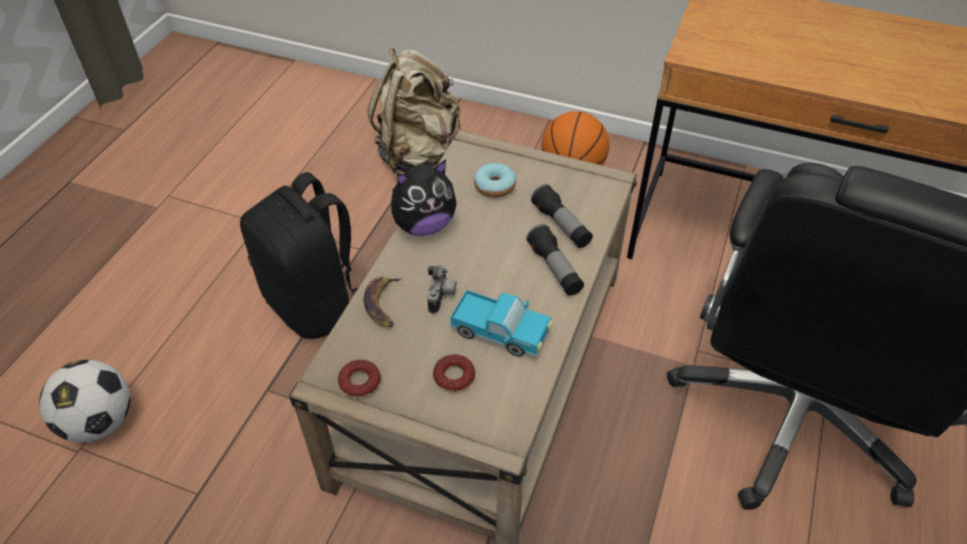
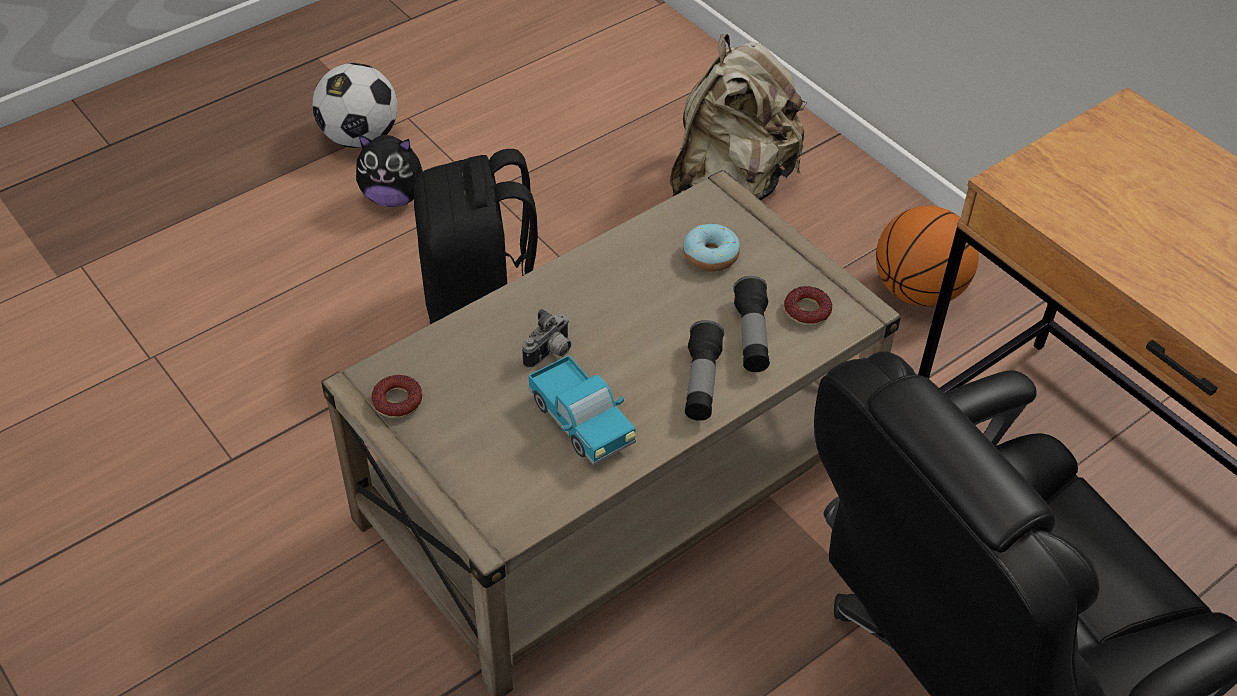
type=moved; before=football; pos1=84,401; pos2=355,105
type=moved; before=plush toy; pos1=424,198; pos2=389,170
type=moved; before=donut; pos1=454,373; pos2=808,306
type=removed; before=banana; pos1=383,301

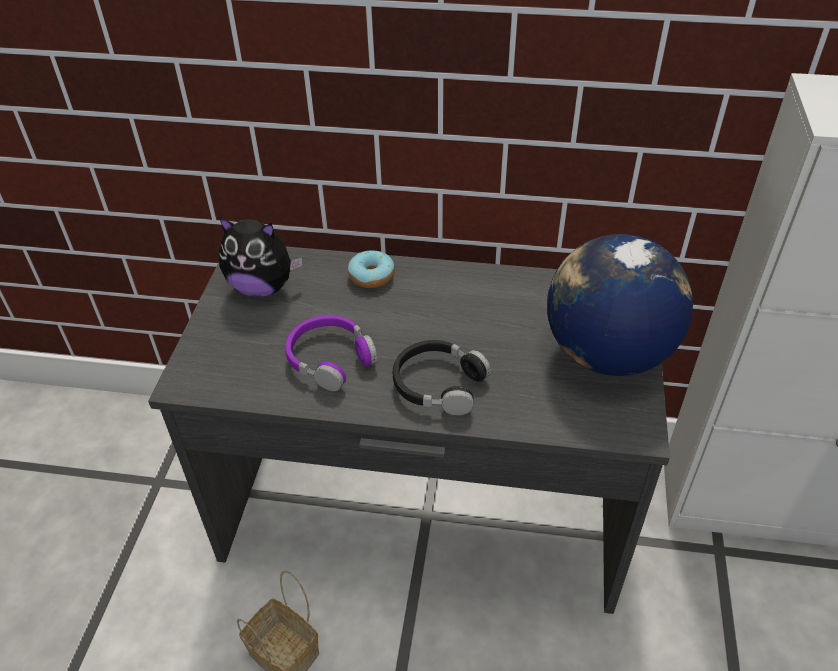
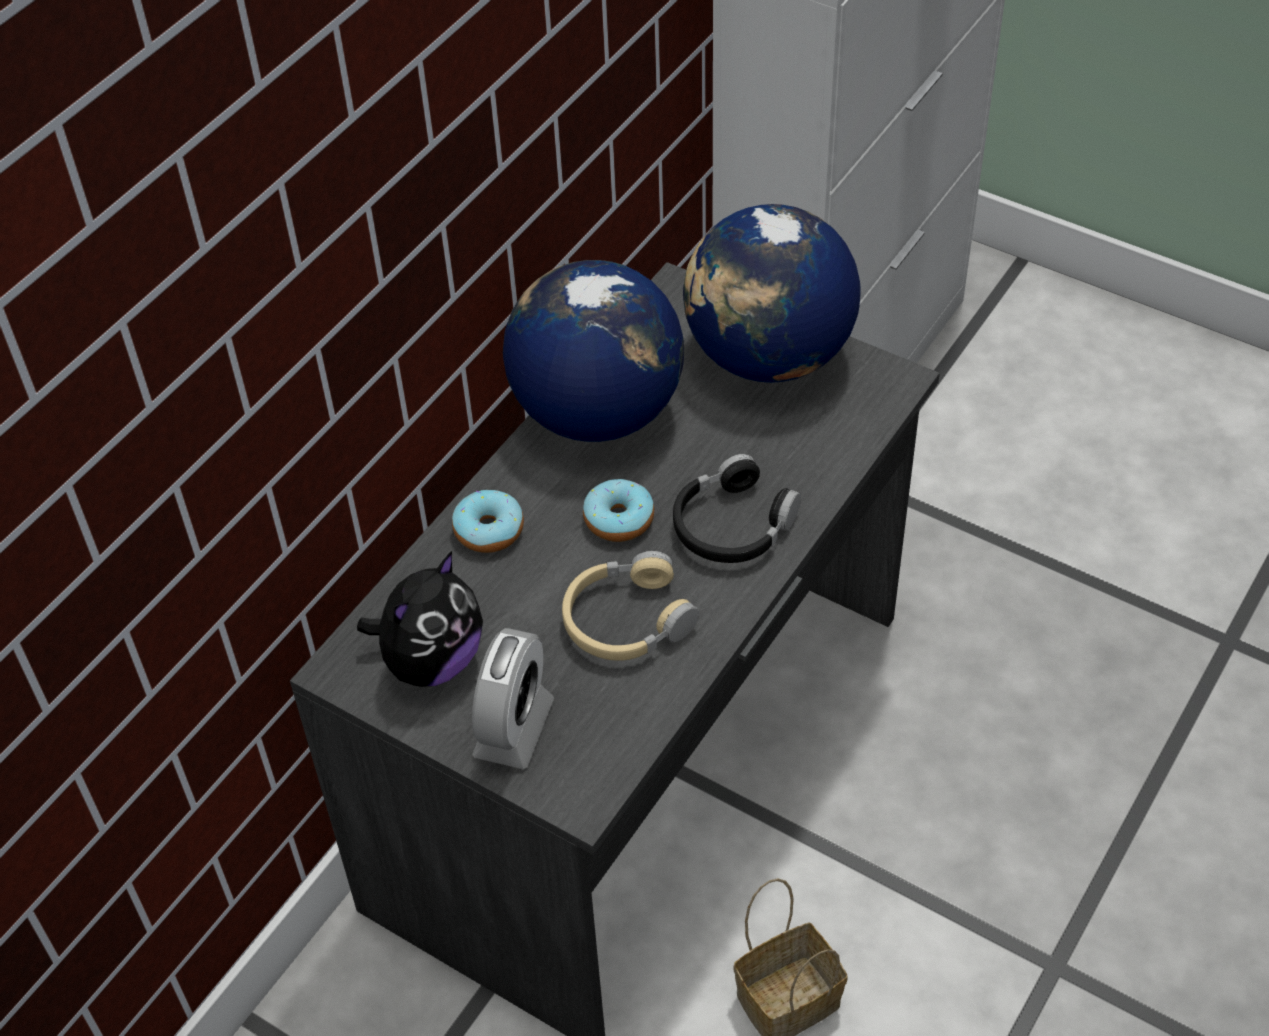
type=added; after=alarm clock; pos2=513,698
type=added; after=globe; pos2=593,351
type=recoloured; before=purple headphones; after=beige headphones; pos1=331,353; pos2=630,606
type=added; after=donut; pos2=618,510

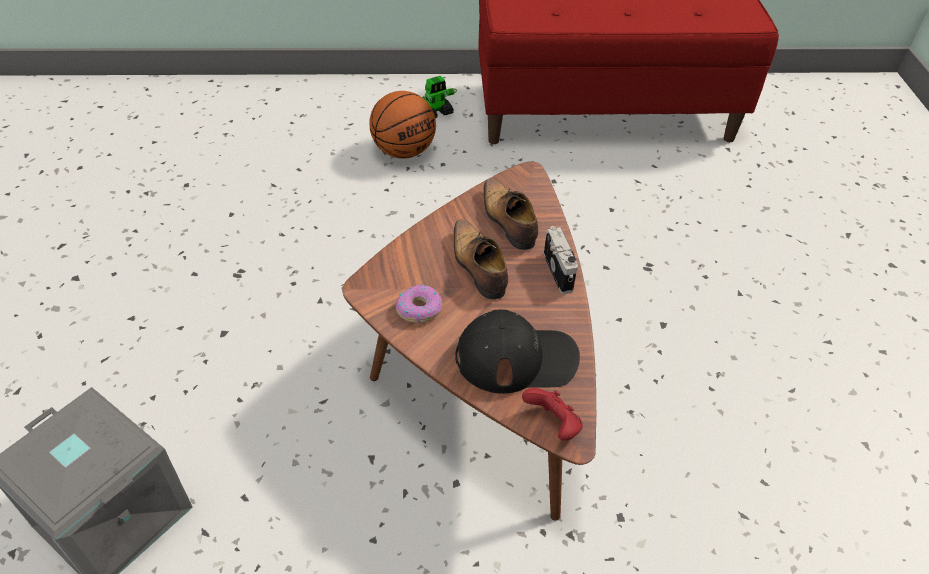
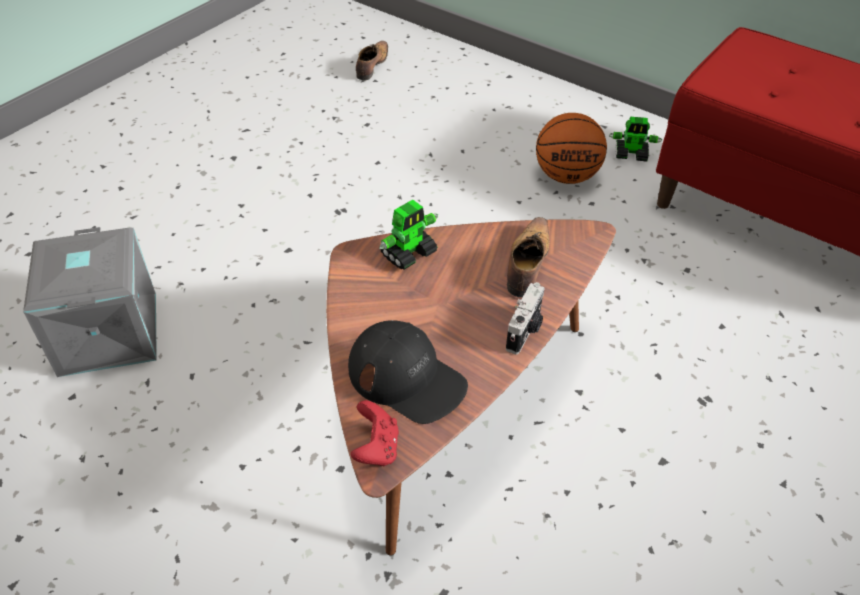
type=moved; before=shoe; pos1=480,260; pos2=372,60
type=added; after=toy robot; pos2=408,235
type=removed; before=donut; pos1=419,304

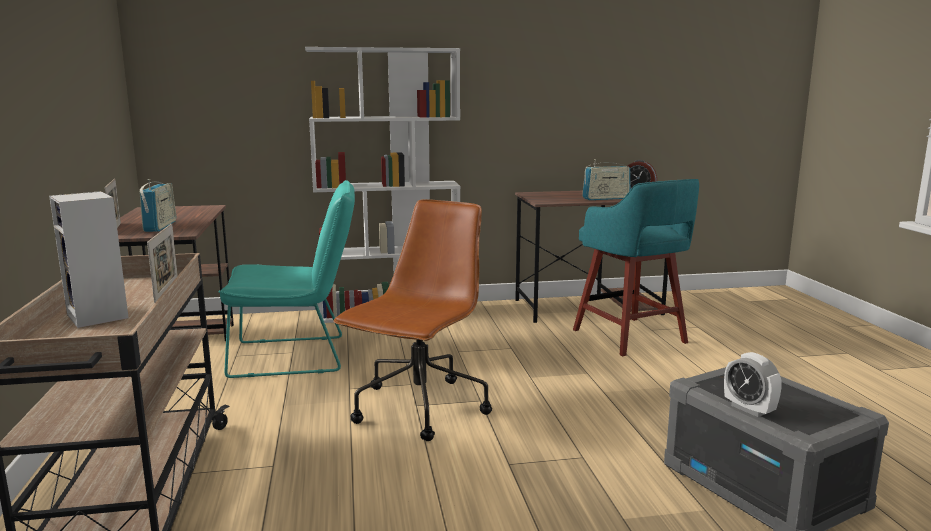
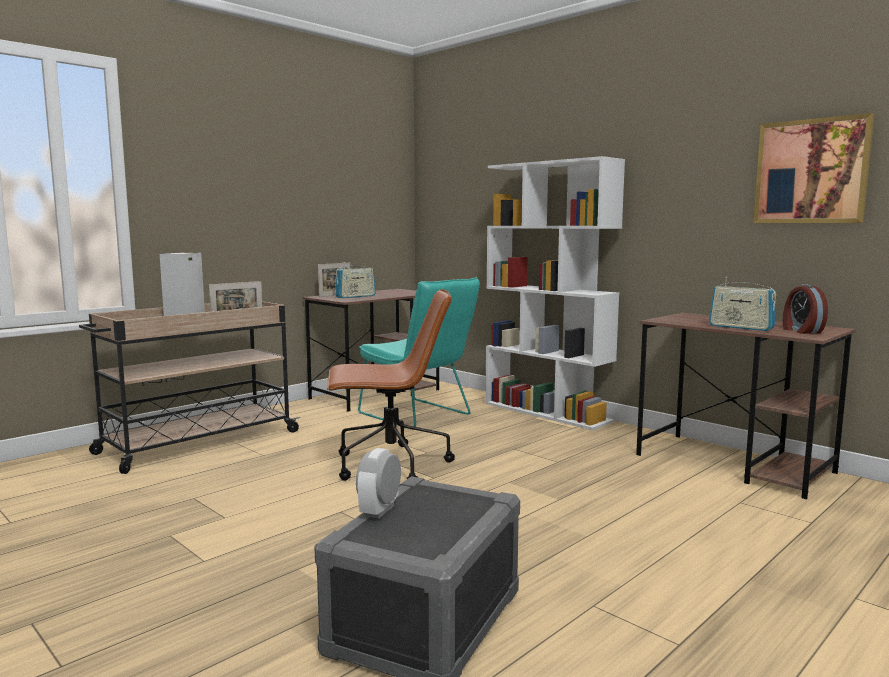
type=added; after=picture; pos2=813,168
type=removed; before=turquoise stool; pos1=636,267

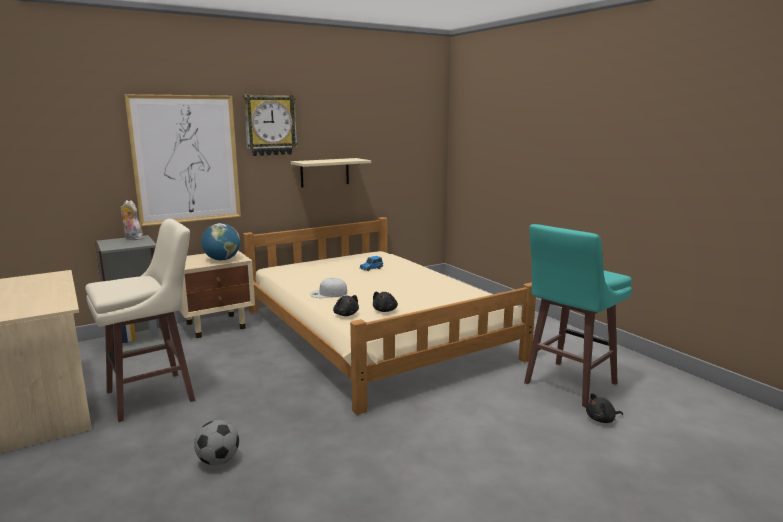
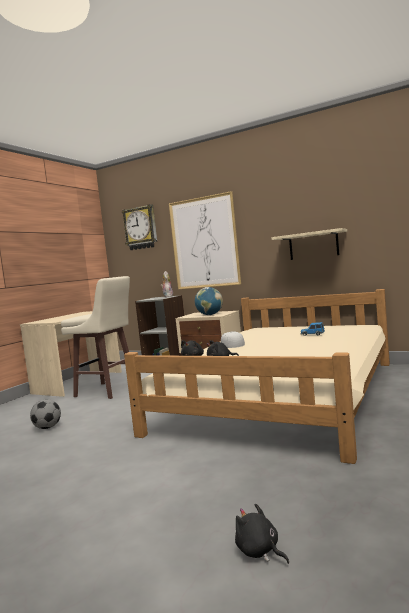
type=moved; before=wall clock; pos1=270,125; pos2=139,227
type=removed; before=turquoise stool; pos1=578,315

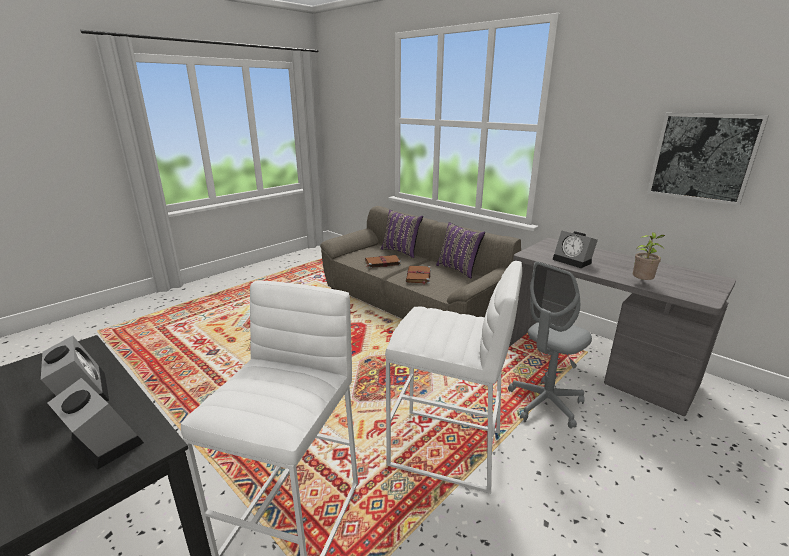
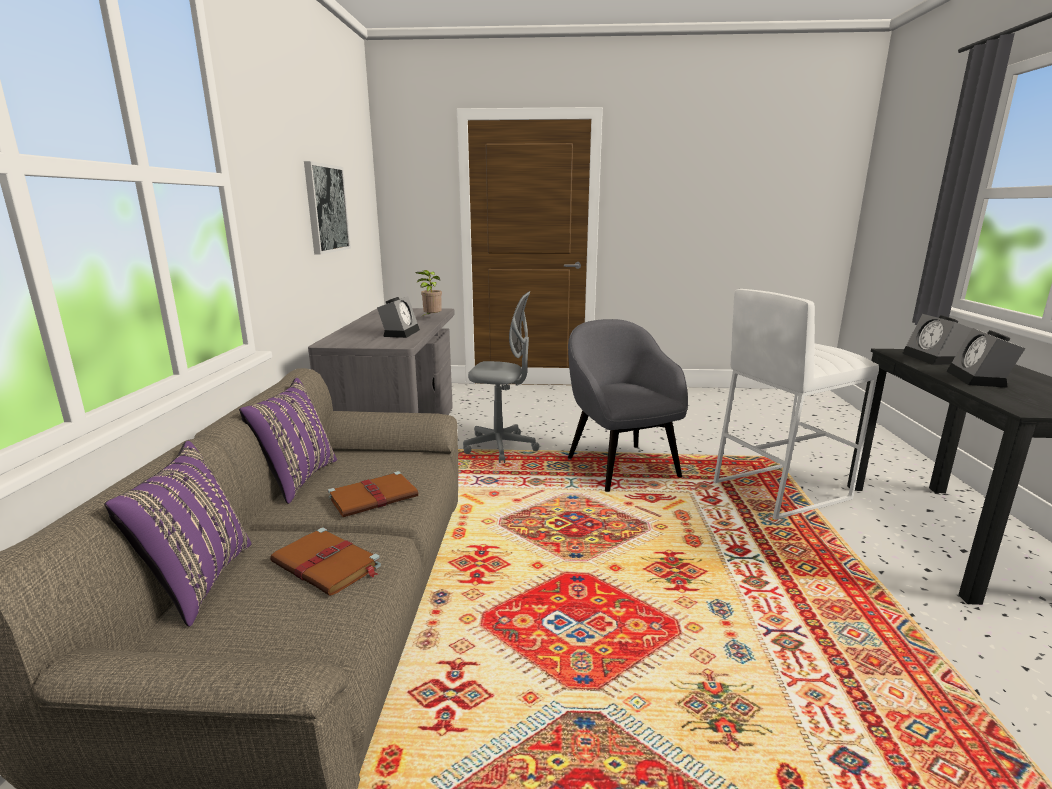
type=replaced; before=white stool; after=grey armchair; pos1=453,377; pos2=628,405

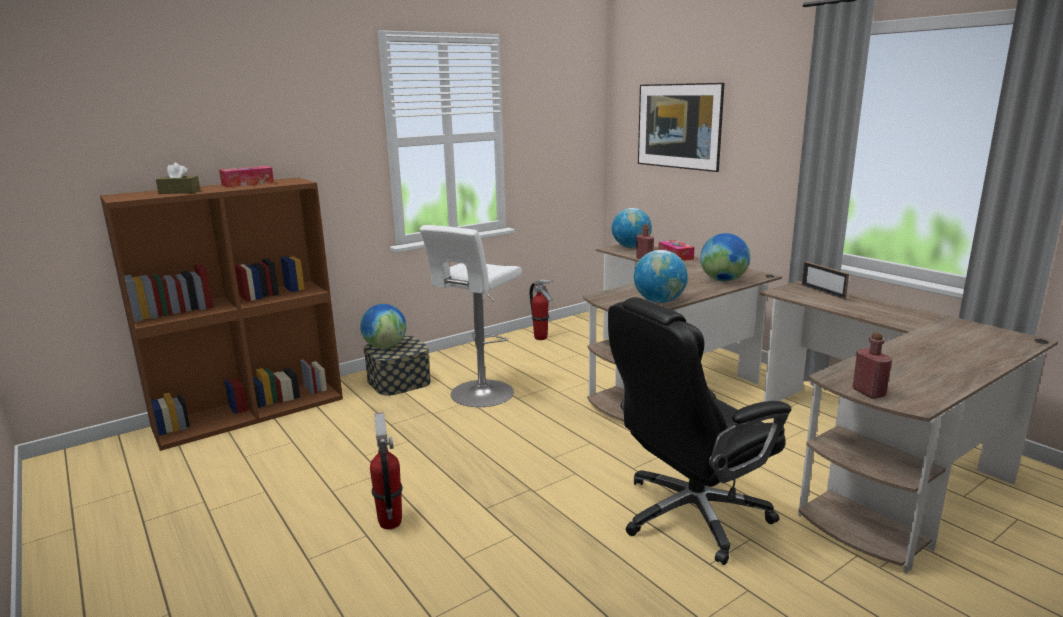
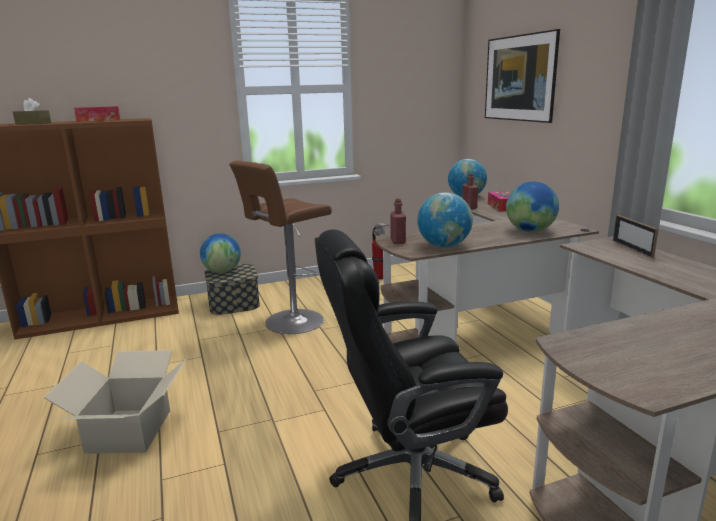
type=replaced; before=fire extinguisher; after=cardboard box; pos1=386,470; pos2=115,402
type=recoloured; before=white stool; after=brown stool; pos1=470,316; pos2=280,247
type=moved; before=red bottle; pos1=872,366; pos2=398,221

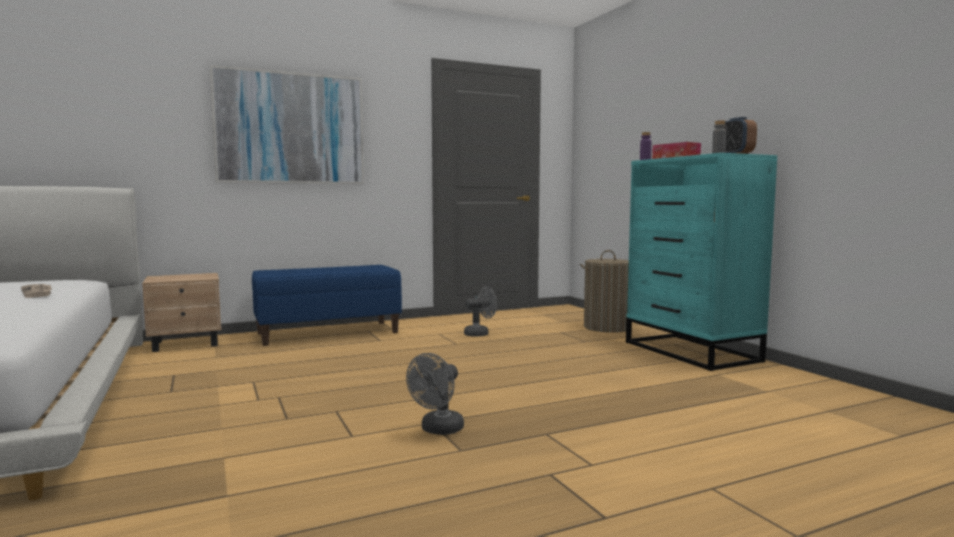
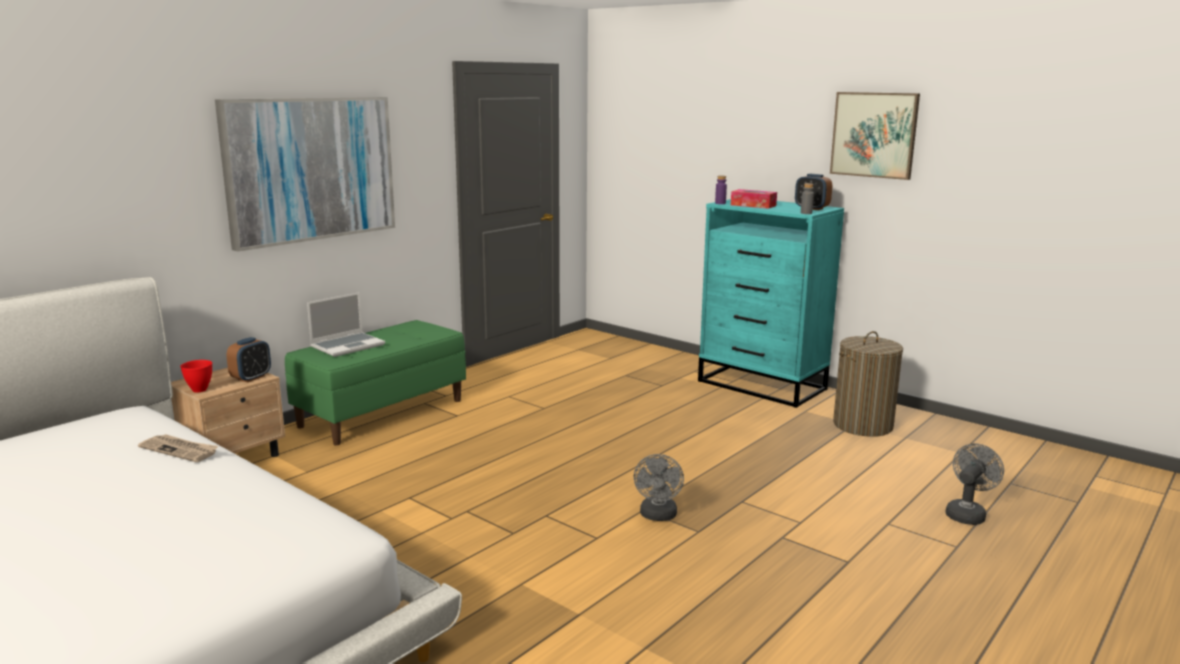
type=added; after=red bowl; pos2=196,376
type=added; after=alarm clock; pos2=248,359
type=recoloured; before=blue bench; after=green bench; pos1=327,305; pos2=375,382
type=added; after=laptop; pos2=346,324
type=added; after=picture; pos2=875,136
type=moved; before=laundry basket; pos1=604,291; pos2=868,384
type=moved; before=grey fan; pos1=480,312; pos2=975,484

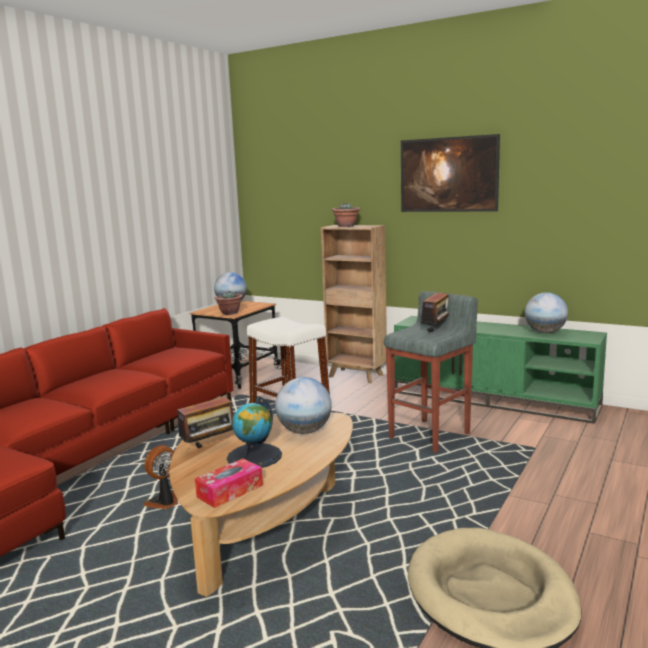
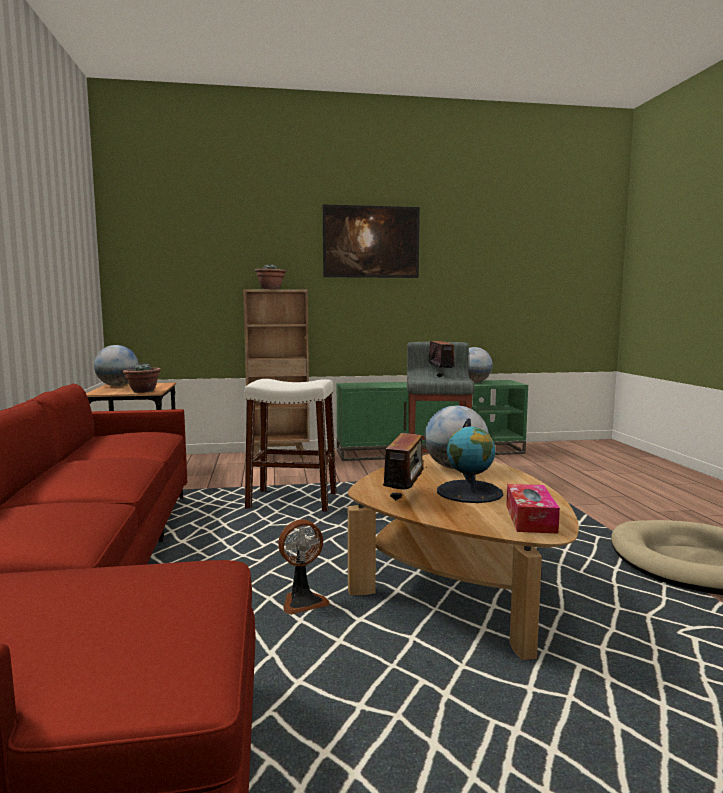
type=turned; before=fan; pos1=161,477; pos2=303,567; turn=-120

